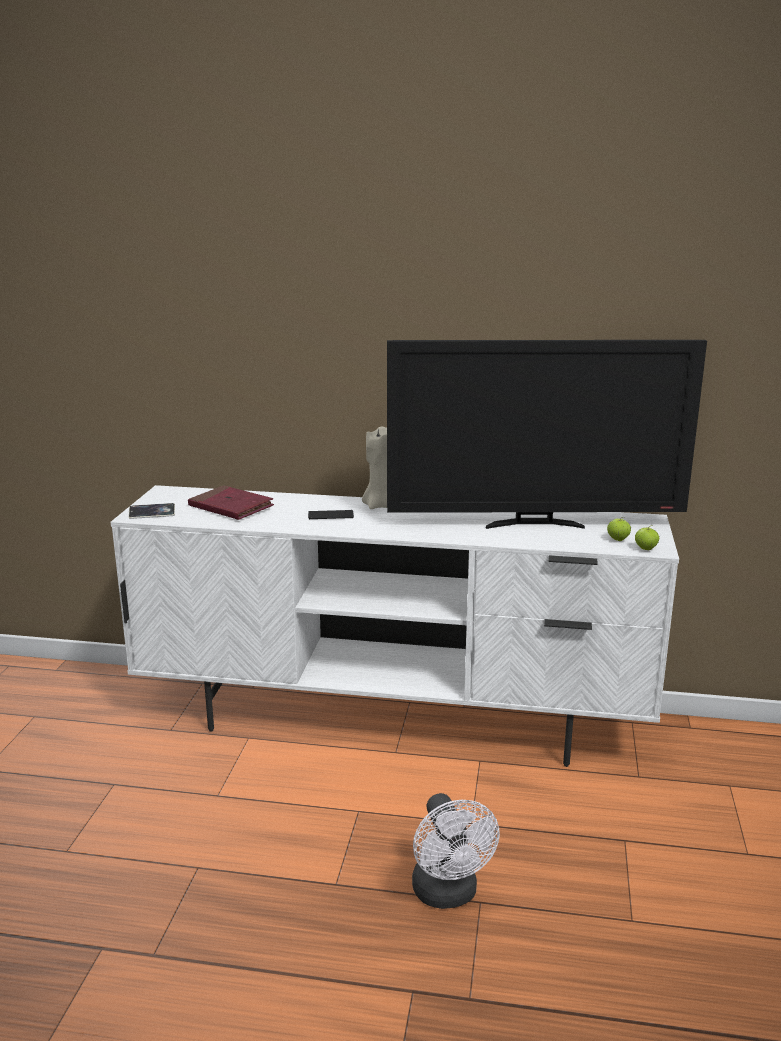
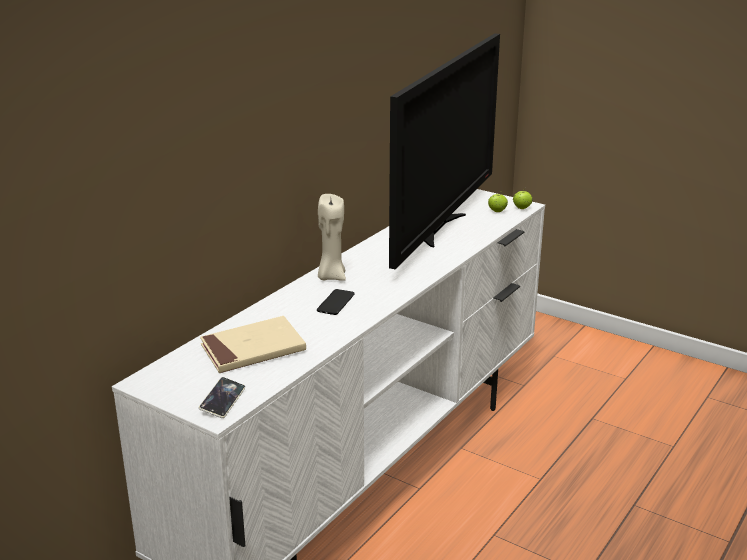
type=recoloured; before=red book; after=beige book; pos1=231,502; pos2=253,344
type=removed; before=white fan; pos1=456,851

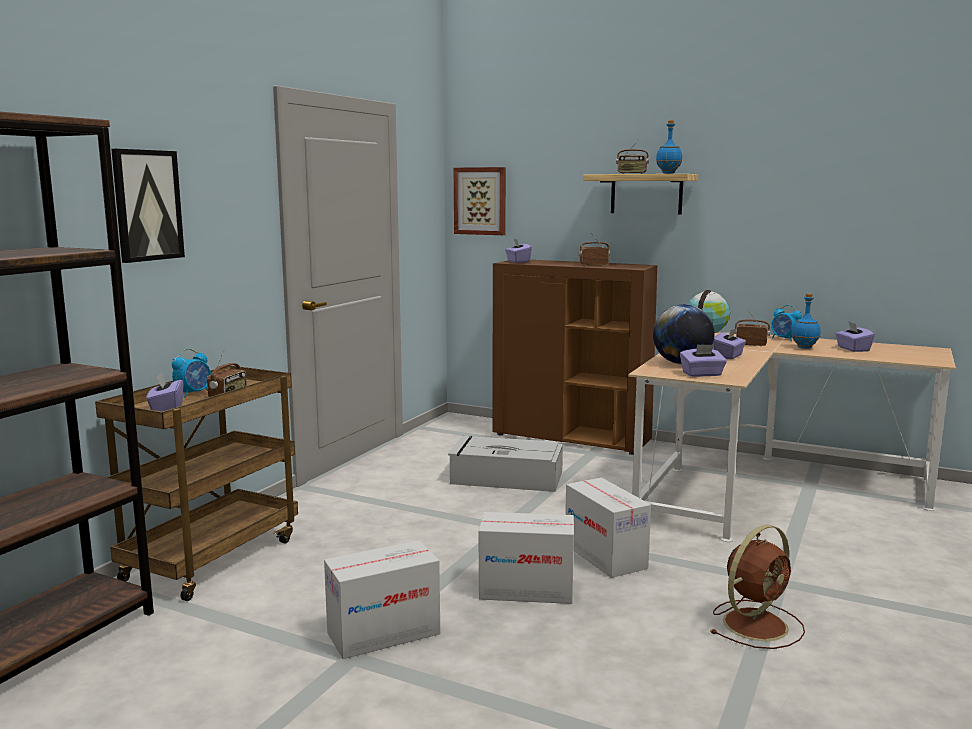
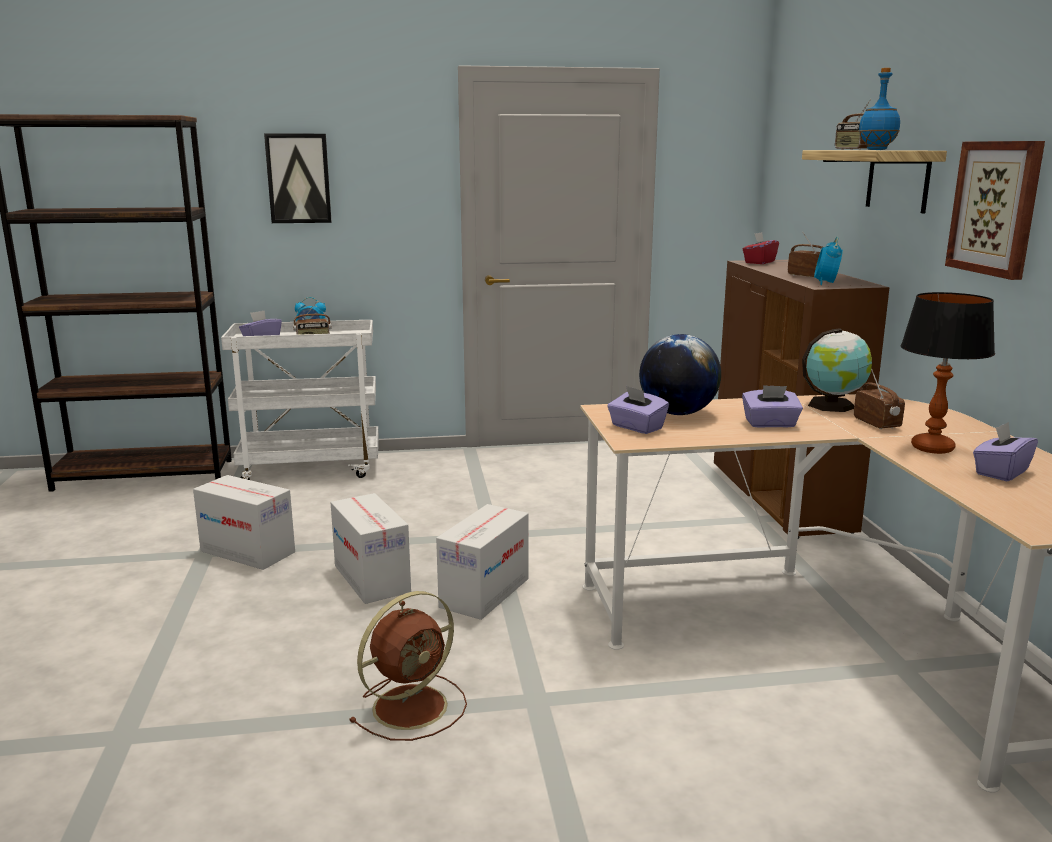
type=recoloured; before=brown cart; after=white cart; pos1=196,483; pos2=300,400
type=turned; before=brown fan; pos1=757,587; pos2=408,666; turn=-60
type=recoloured; before=purple tissue box; after=red tissue box; pos1=518,251; pos2=761,248
type=moved; before=alarm clock; pos1=786,323; pos2=828,261
type=replaced; before=blue bottle; after=table lamp; pos1=806,321; pos2=948,373
type=moved; before=picture; pos1=480,201; pos2=995,210
type=removed; before=grey storage box; pos1=506,464

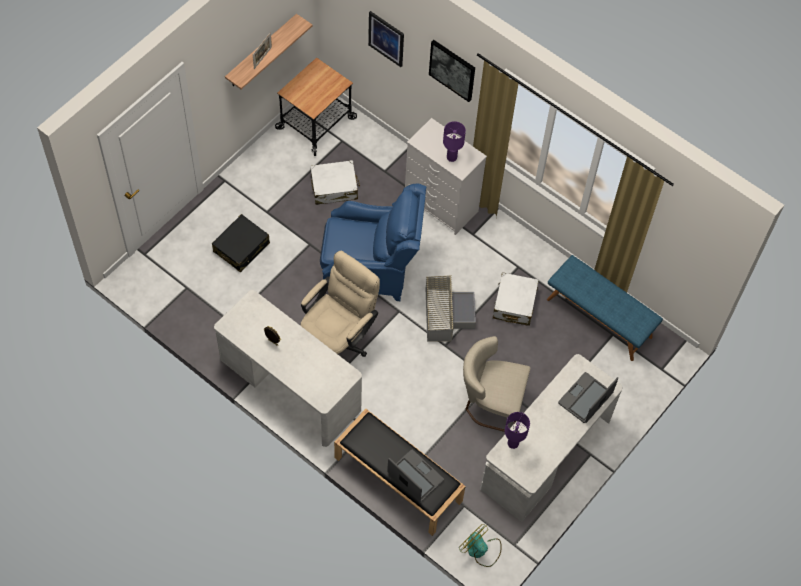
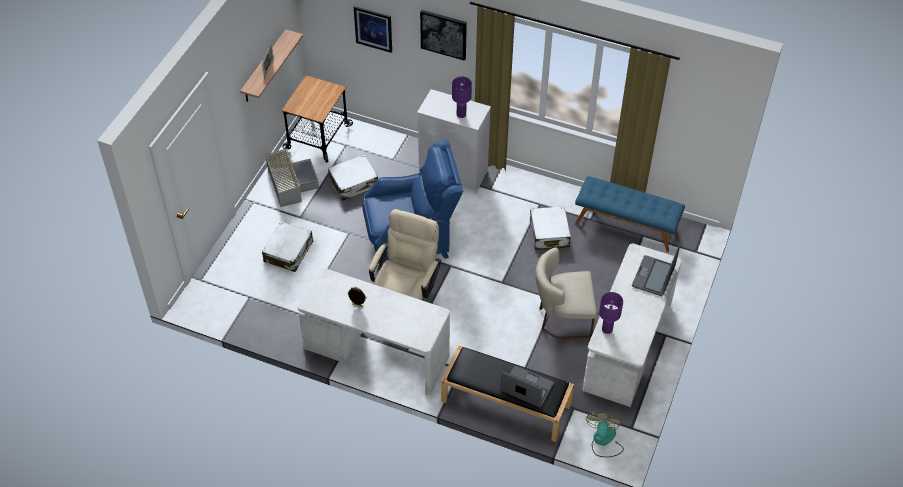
type=recoloured; before=black suitcase; after=white suitcase; pos1=241,243; pos2=287,246
type=moved; before=grey storage box; pos1=451,308; pos2=292,177
type=turned; before=fan; pos1=480,545; pos2=605,434; turn=75

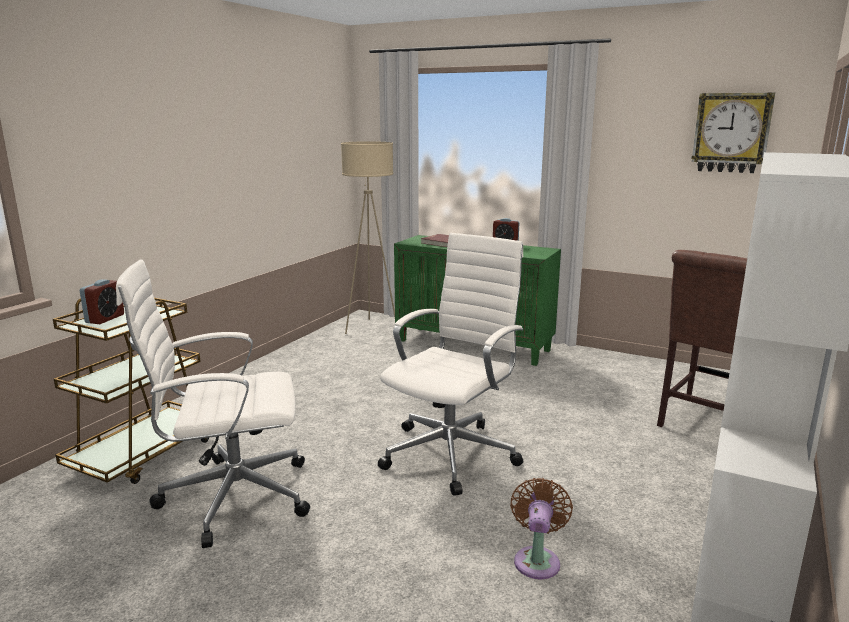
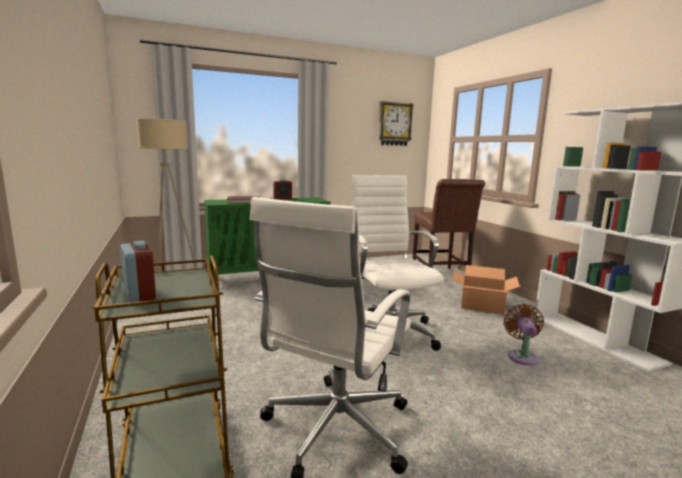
type=added; after=cardboard box; pos2=486,289
type=turned; before=brown fan; pos1=541,528; pos2=524,334; turn=45

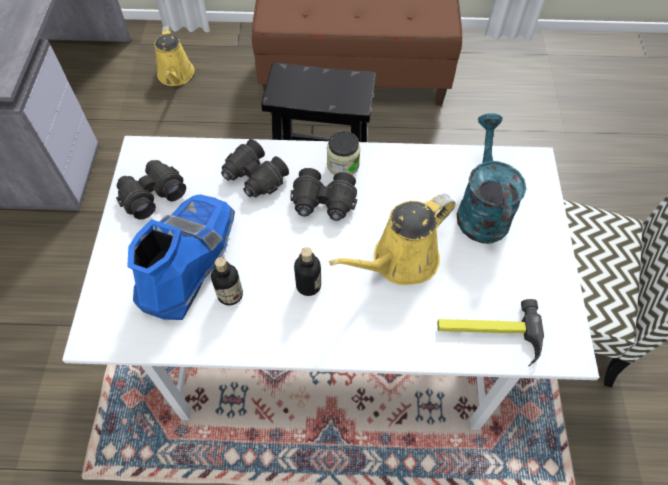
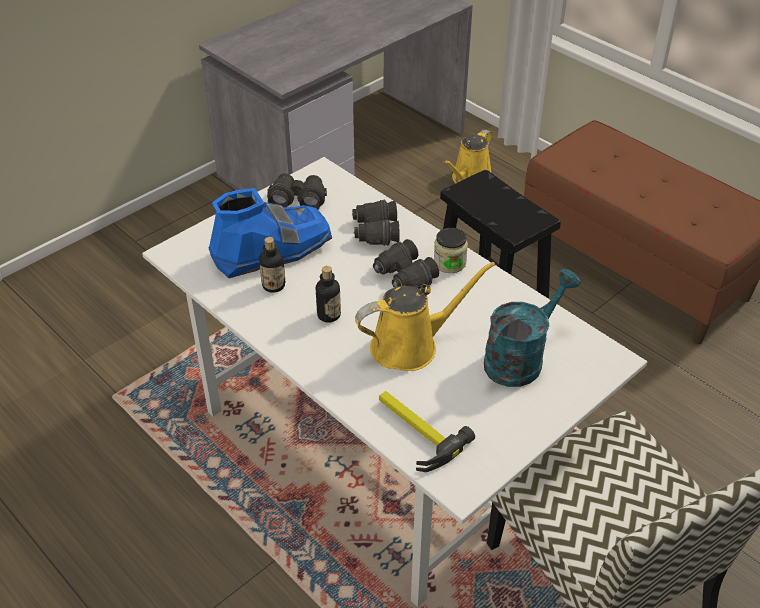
type=turned; before=yellow watering can; pos1=392,239; pos2=425,316; turn=150

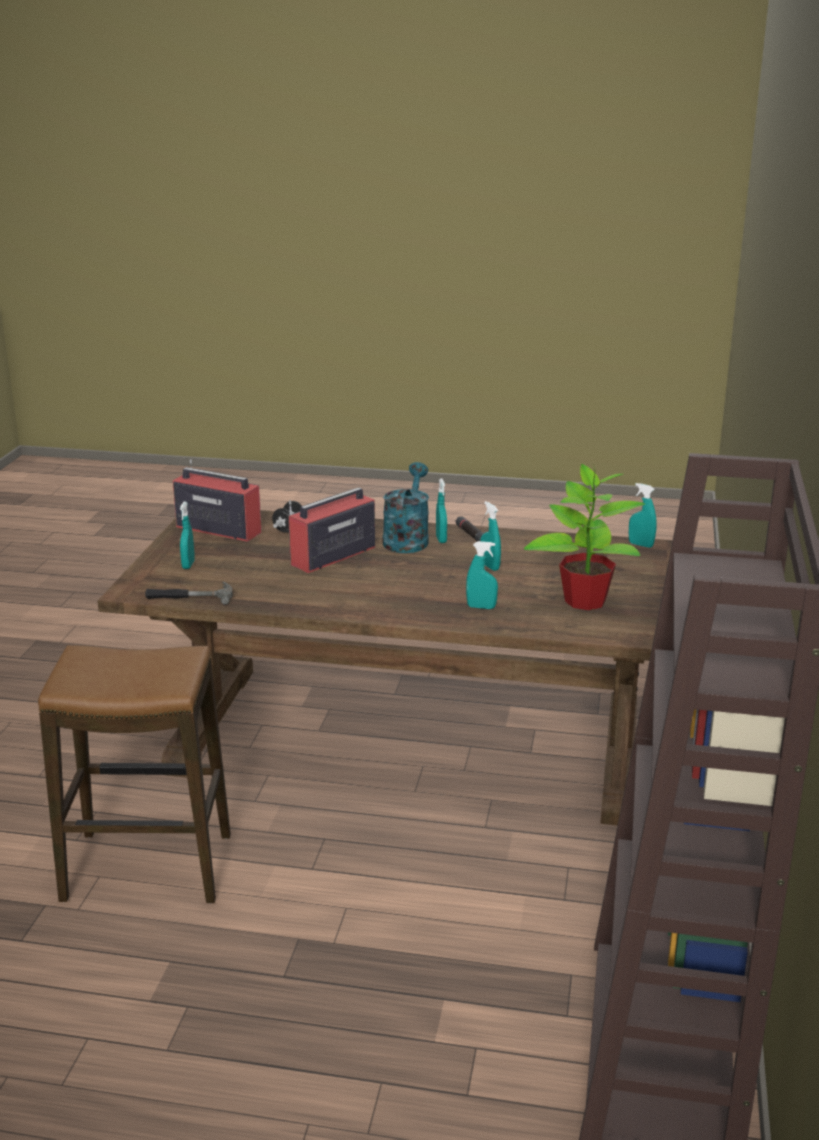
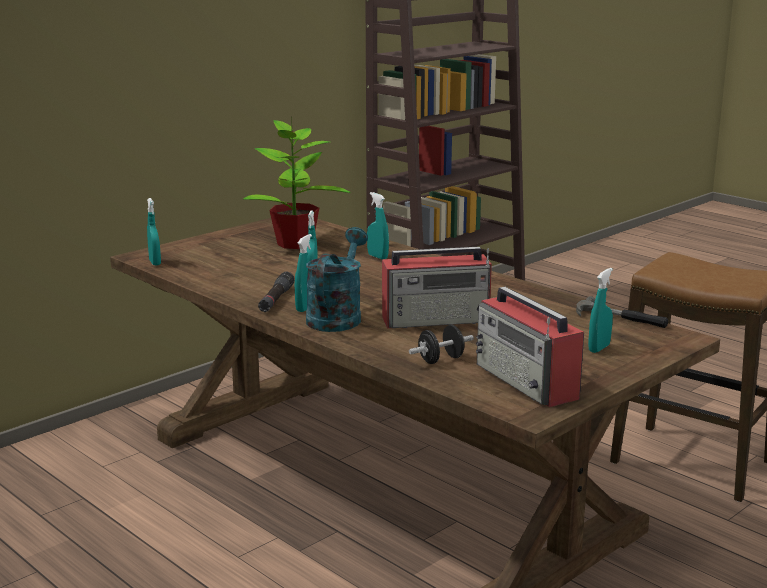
type=turned; before=turquoise watering can; pos1=406,507; pos2=337,279; turn=150

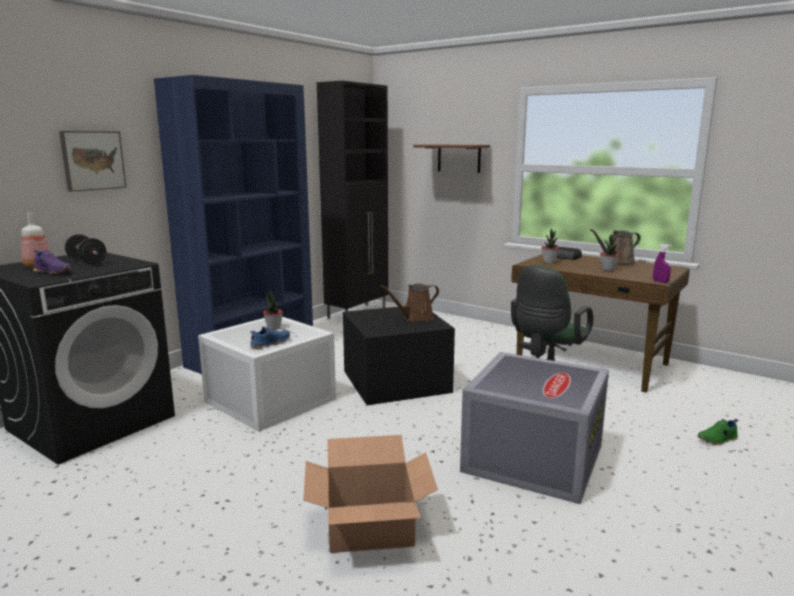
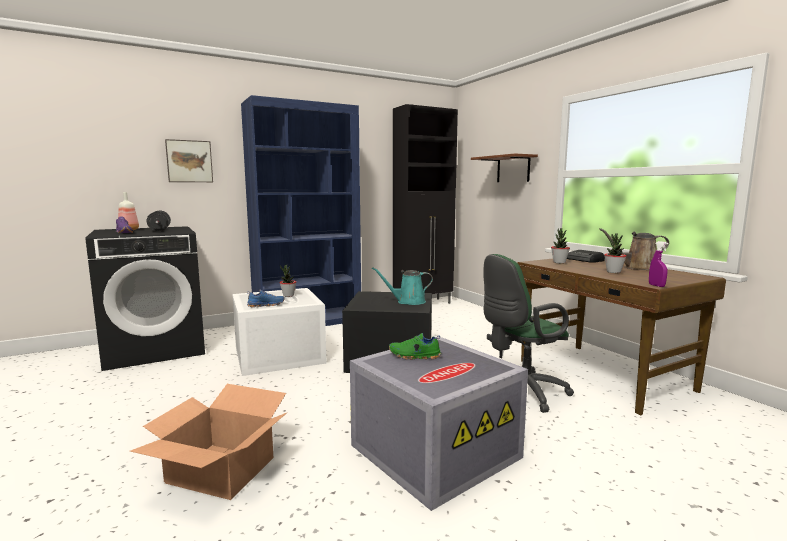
type=recoloured; before=brown watering can; after=turquoise watering can; pos1=409,302; pos2=402,286
type=moved; before=green shoe; pos1=718,432; pos2=415,346

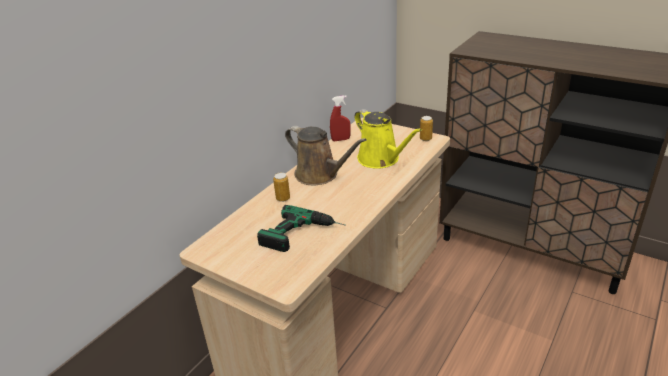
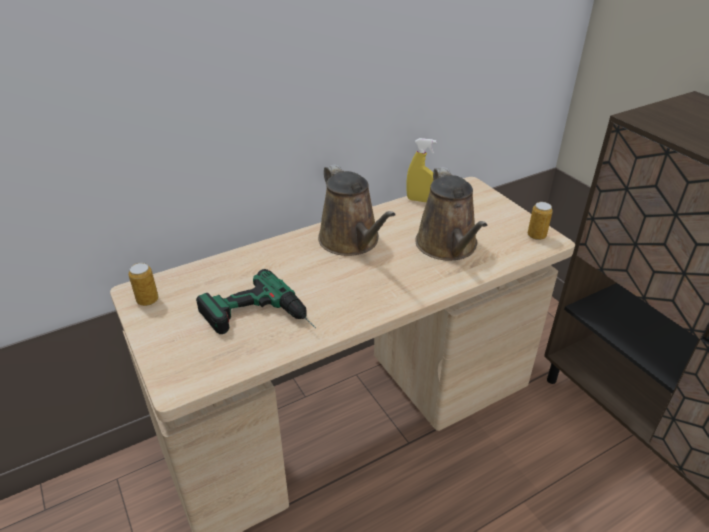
type=moved; before=can; pos1=281,187; pos2=143,284
type=recoloured; before=red spray bottle; after=yellow spray bottle; pos1=340,118; pos2=421,170
type=recoloured; before=yellow watering can; after=brown watering can; pos1=388,139; pos2=451,213

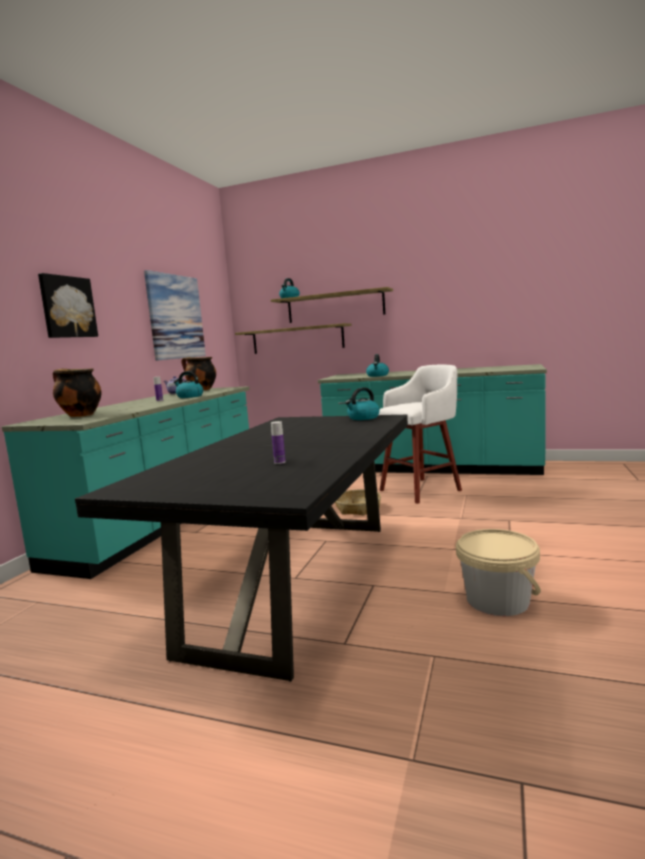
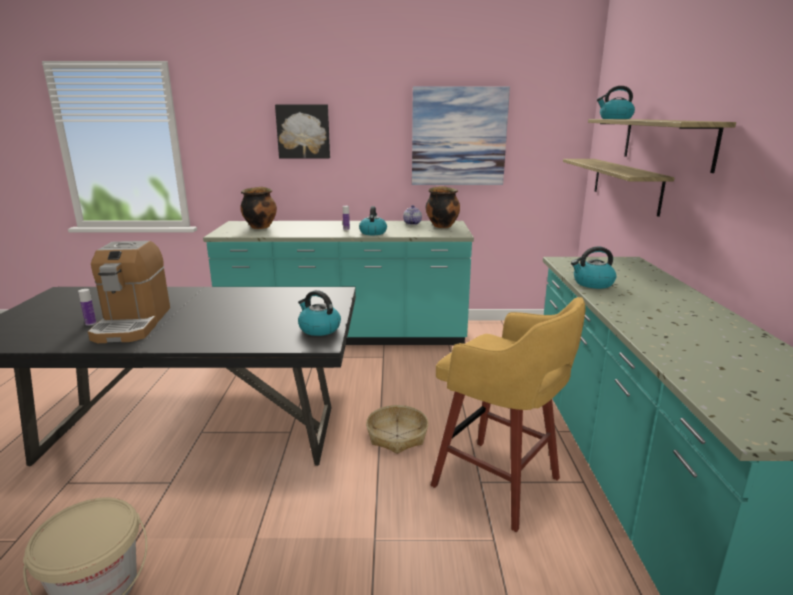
type=added; after=coffee machine; pos2=129,292
type=recoloured; before=white stool; after=yellow stool; pos1=420,434; pos2=508,414

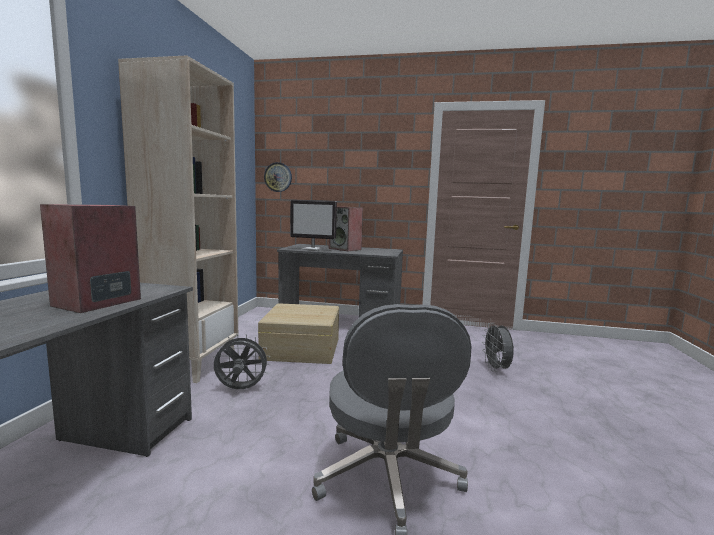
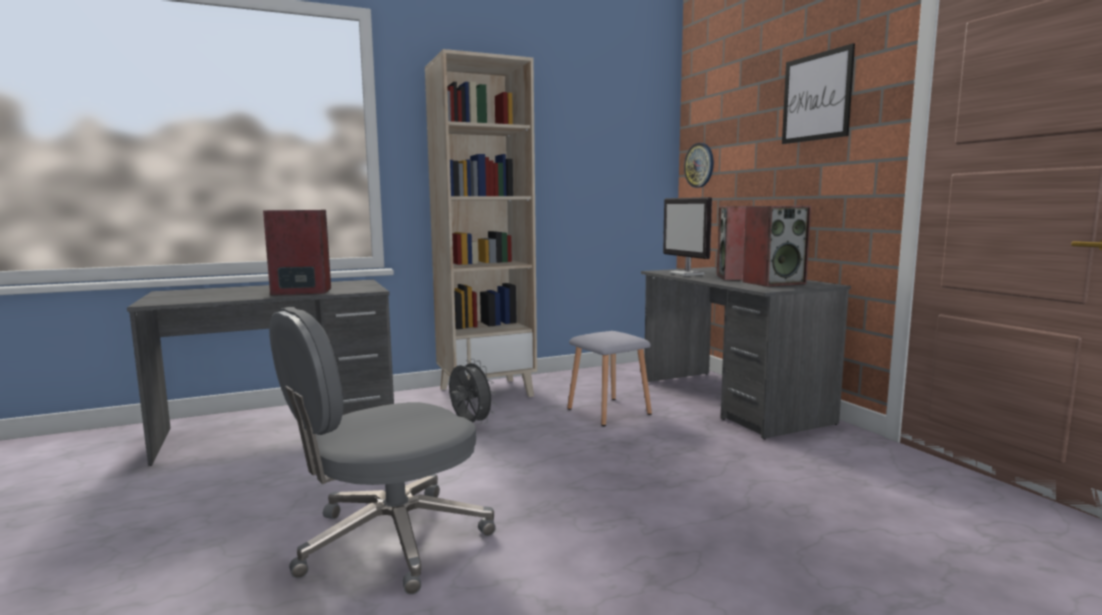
type=replaced; before=beige storage box; after=grey stool; pos1=298,333; pos2=609,378
type=added; after=speaker; pos2=777,246
type=added; after=picture; pos2=818,93
type=removed; before=grey fan; pos1=498,347

